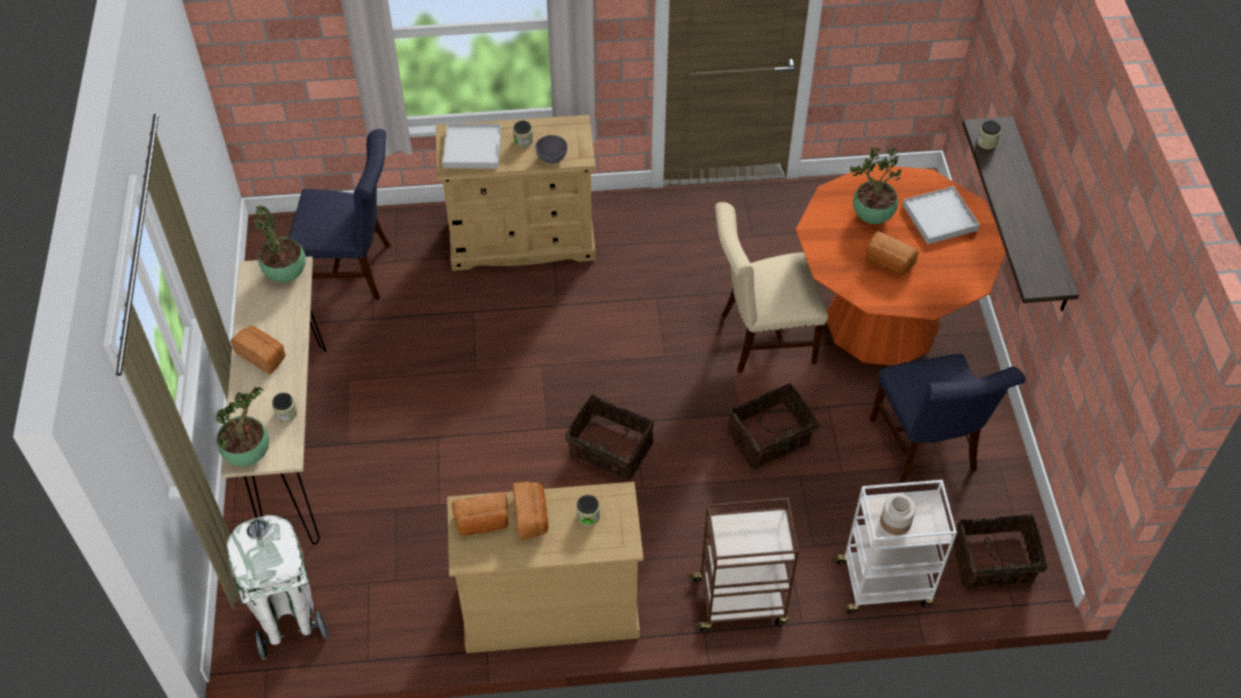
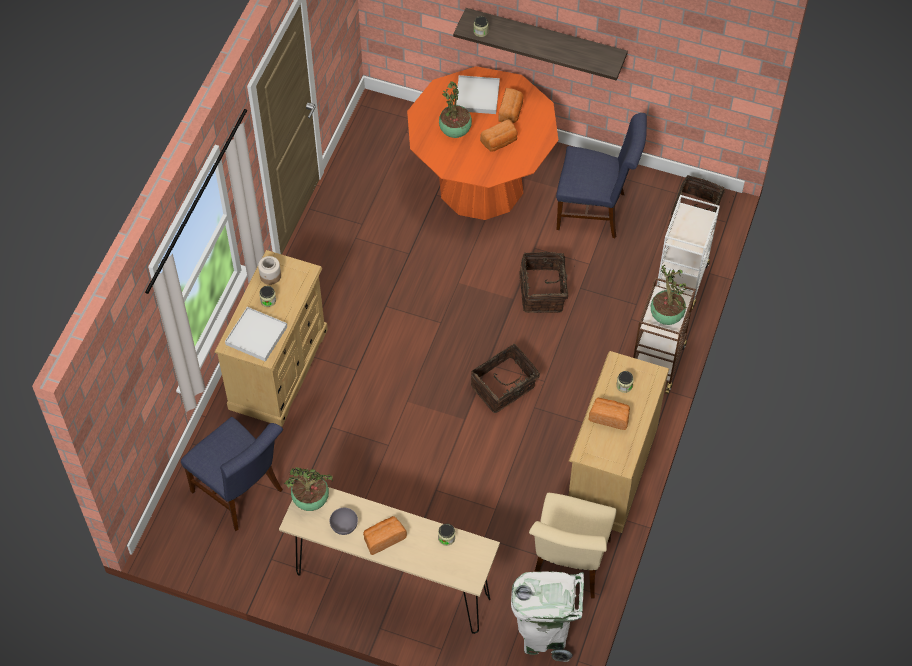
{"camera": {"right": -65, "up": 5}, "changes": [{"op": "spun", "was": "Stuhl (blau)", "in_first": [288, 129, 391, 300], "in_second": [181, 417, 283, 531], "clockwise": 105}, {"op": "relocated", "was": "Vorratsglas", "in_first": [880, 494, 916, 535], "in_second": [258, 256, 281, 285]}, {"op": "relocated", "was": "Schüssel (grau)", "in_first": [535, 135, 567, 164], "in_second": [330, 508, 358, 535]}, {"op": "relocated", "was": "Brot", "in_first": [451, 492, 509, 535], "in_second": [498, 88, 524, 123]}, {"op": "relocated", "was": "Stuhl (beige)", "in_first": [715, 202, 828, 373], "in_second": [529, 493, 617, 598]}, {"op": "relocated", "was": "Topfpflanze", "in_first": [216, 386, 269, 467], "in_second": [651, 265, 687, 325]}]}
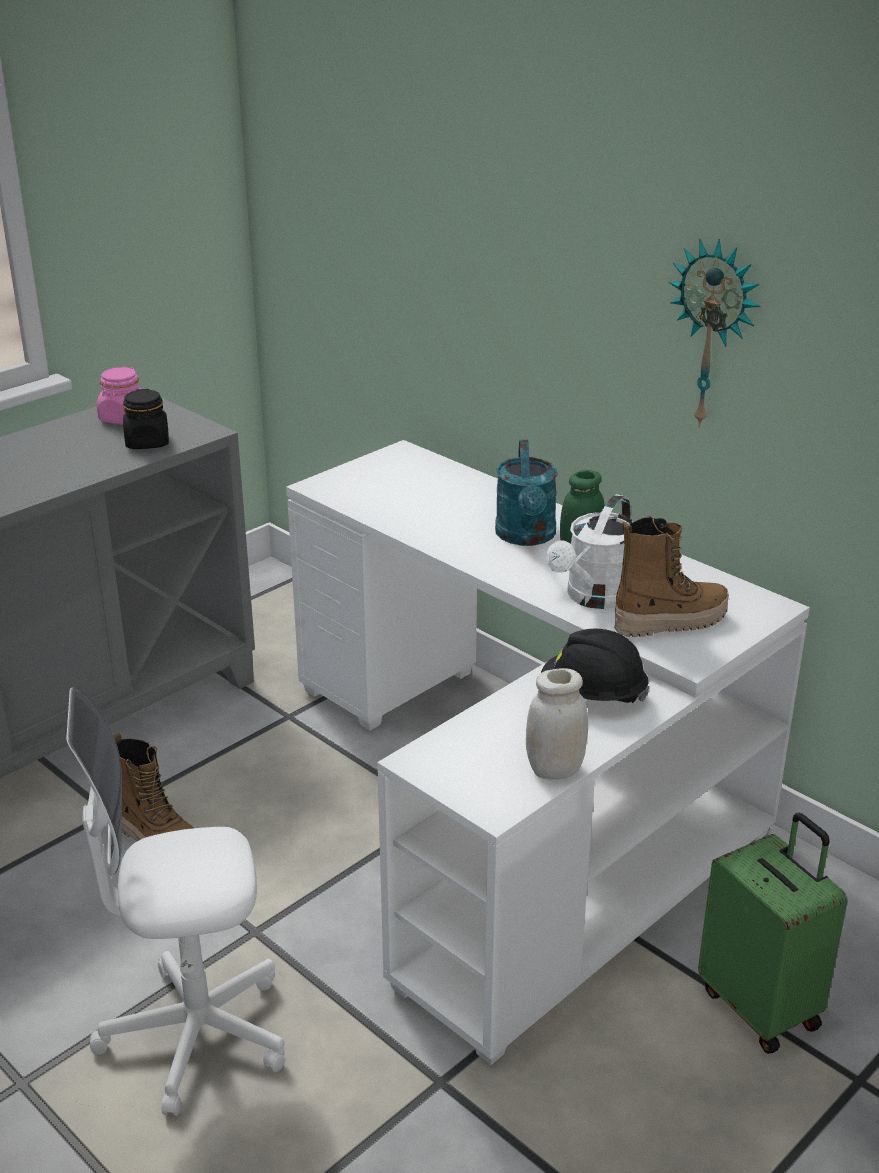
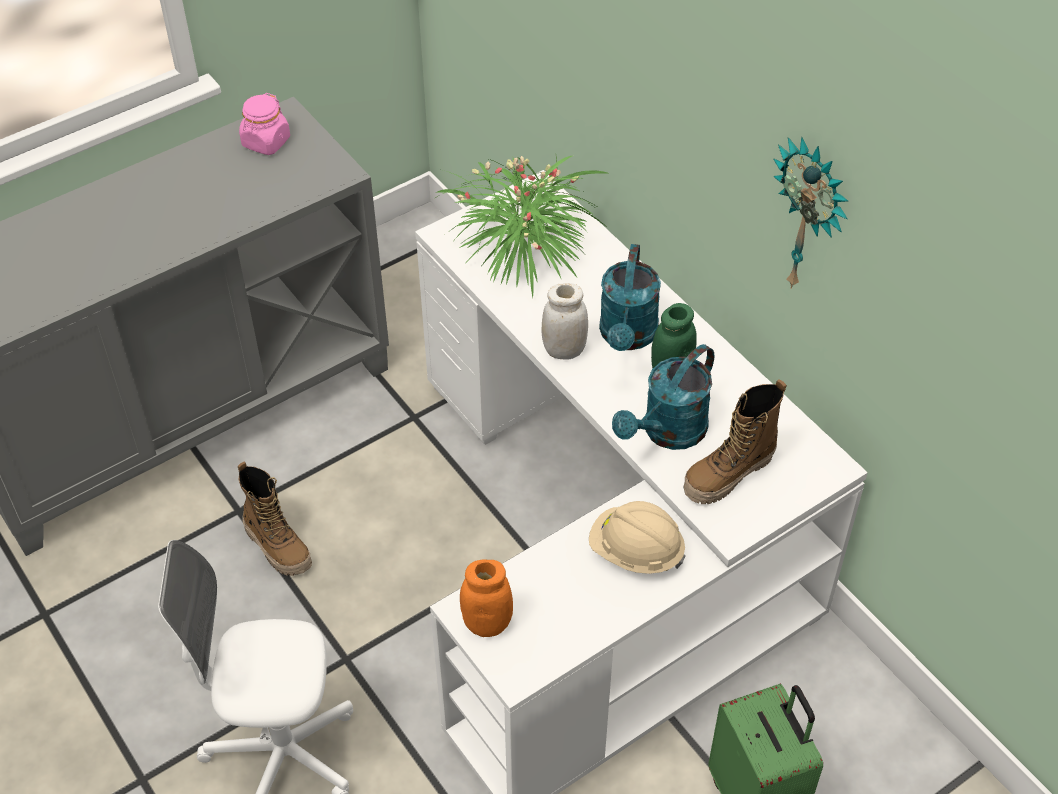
{"camera": {"right": 10, "up": 20}, "changes": [{"op": "appeared", "now": "Topfpflanze", "in_second": [435, 156, 607, 298]}, {"op": "appeared", "now": "Vorratsglas (orange)", "in_second": [460, 560, 513, 637]}, {"op": "relocated", "was": "Vorratsglas (weiß)", "in_first": [526, 668, 588, 779], "in_second": [542, 283, 588, 360]}, {"op": "colour", "was": "Schutzhelm (schwarz)", "now": "Schutzhelm (beige)", "in_first": [541, 629, 649, 703], "in_second": [589, 501, 686, 574]}, {"op": "colour", "was": "Gießkanne (weiß)", "now": "Gießkanne (türkis)", "in_first": [546, 494, 634, 609], "in_second": [612, 344, 714, 450]}, {"op": "spun", "was": "Stiefel", "in_first": [614, 516, 729, 637], "in_second": [684, 379, 787, 504], "clockwise": 150}, {"op": "missing", "was": "Vorratsglas (schwarz)", "in_first": [123, 389, 169, 449]}]}
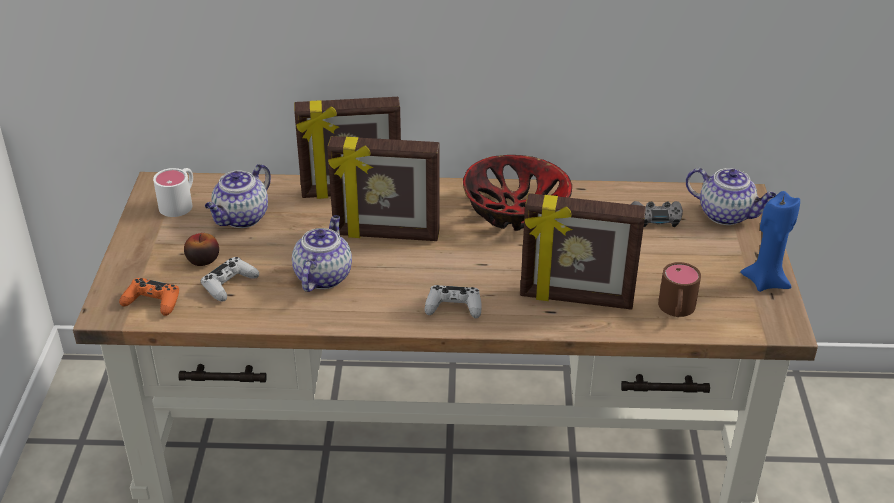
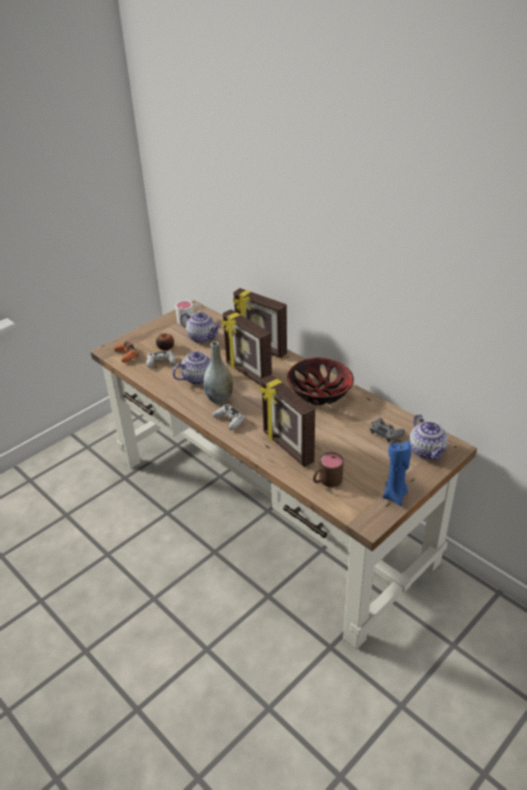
{"camera": {"right": 45, "up": 0}, "changes": [{"op": "spun", "was": "Teekanne", "in_first": [205, 164, 271, 228], "in_second": [180, 312, 221, 343], "clockwise": -135}, {"op": "appeared", "now": "Vase (grau)", "in_second": [203, 341, 233, 404]}]}
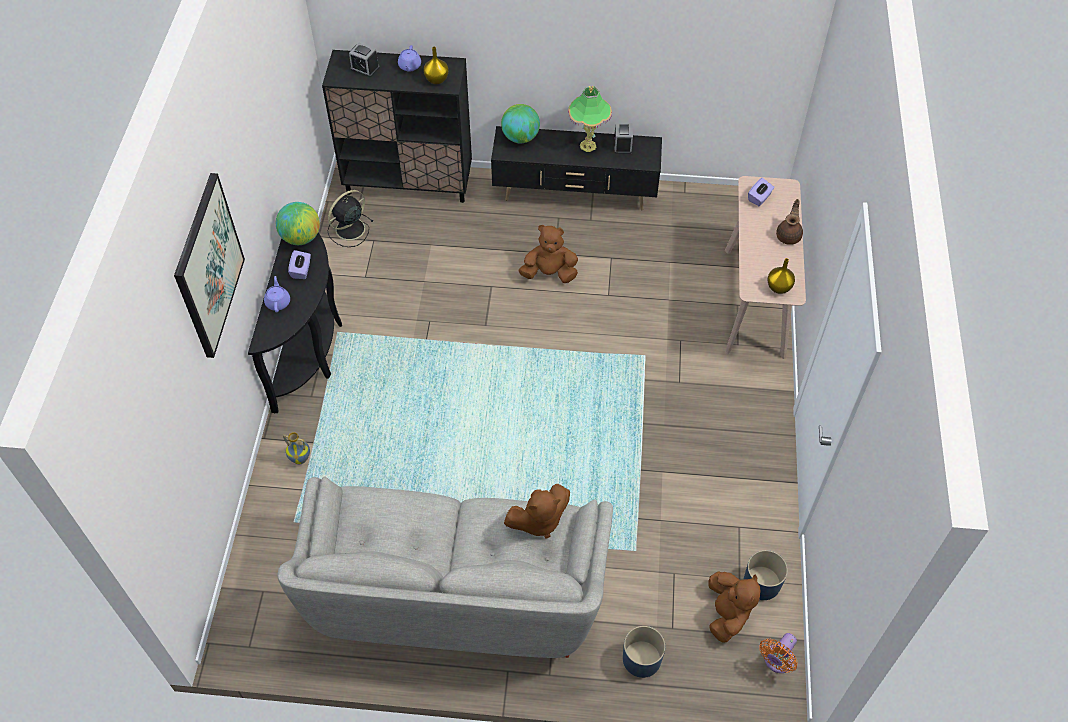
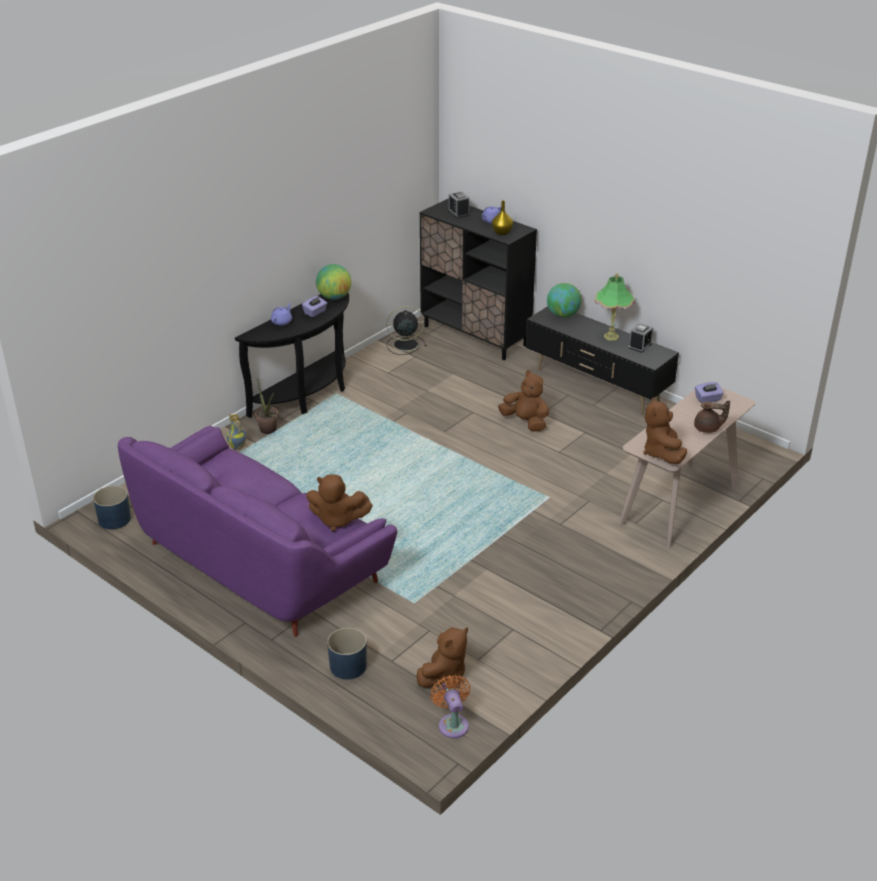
{"camera": {"right": 35, "up": -20}, "changes": [{"op": "relocated", "was": "Pflanzkübel (blau)", "in_first": [744, 550, 788, 600], "in_second": [93, 486, 131, 529]}, {"op": "colour", "was": "Sofa (grau)", "now": "Sofa (lila)", "in_first": [277, 477, 613, 658], "in_second": [118, 426, 397, 637]}, {"op": "appeared", "now": "Topfpflanze", "in_second": [255, 377, 279, 434]}, {"op": "spun", "was": "Ventilator (orange)", "in_first": [759, 633, 798, 673], "in_second": [430, 675, 470, 738], "clockwise": 90}, {"op": "exchanged", "was": "Vase (gelb)", "now": "Plüschtier (braun)", "in_first": [767, 258, 795, 294], "in_second": [643, 397, 687, 464]}, {"op": "spun", "was": "Teekanne (braun)", "in_first": [776, 199, 803, 245], "in_second": [694, 401, 730, 433], "clockwise": 45}, {"op": "missing", "was": "Bild", "in_first": [174, 173, 245, 358]}]}
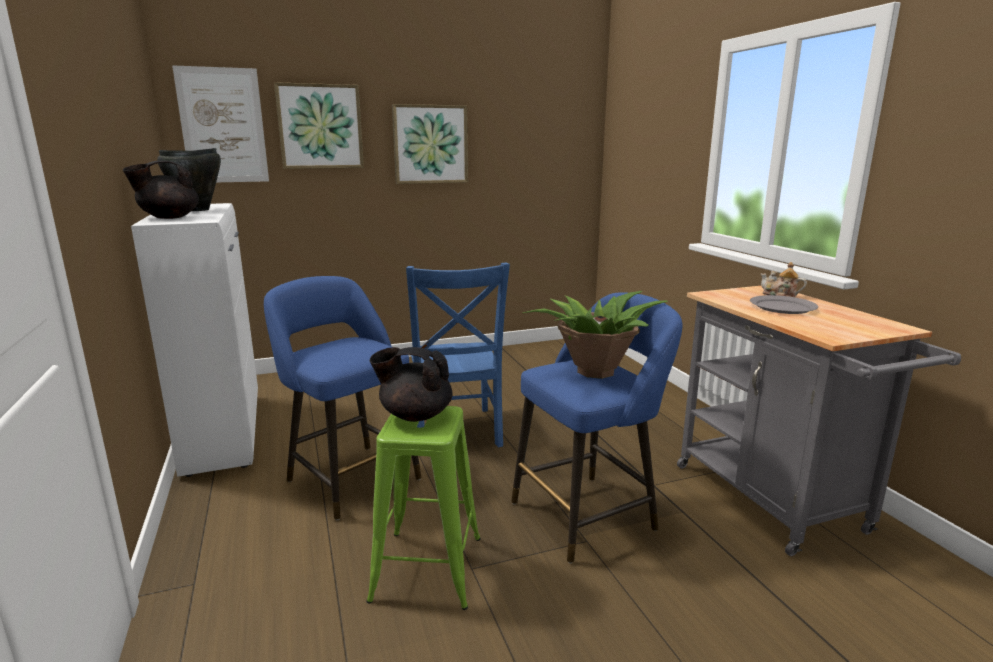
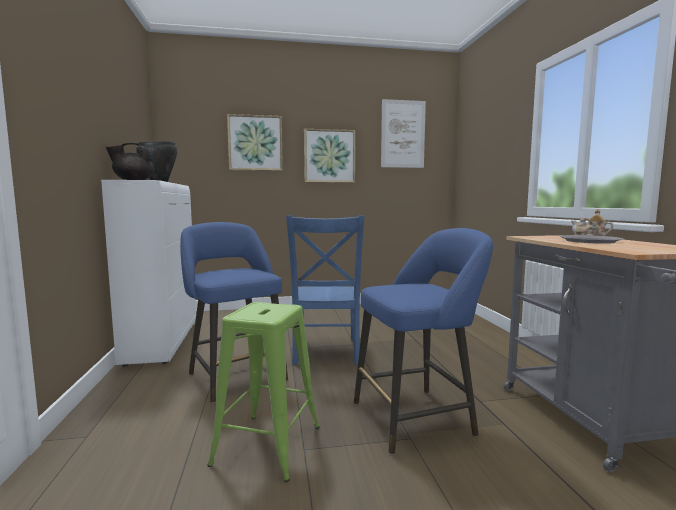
{"camera": {"right": 10, "up": -10}, "changes": [{"op": "relocated", "was": "Bild", "in_first": [172, 65, 269, 182], "in_second": [381, 99, 426, 168]}, {"op": "missing", "was": "Teekanne (schwarz)", "in_first": [370, 347, 453, 422]}, {"op": "missing", "was": "Topfpflanze", "in_first": [523, 291, 668, 379]}]}
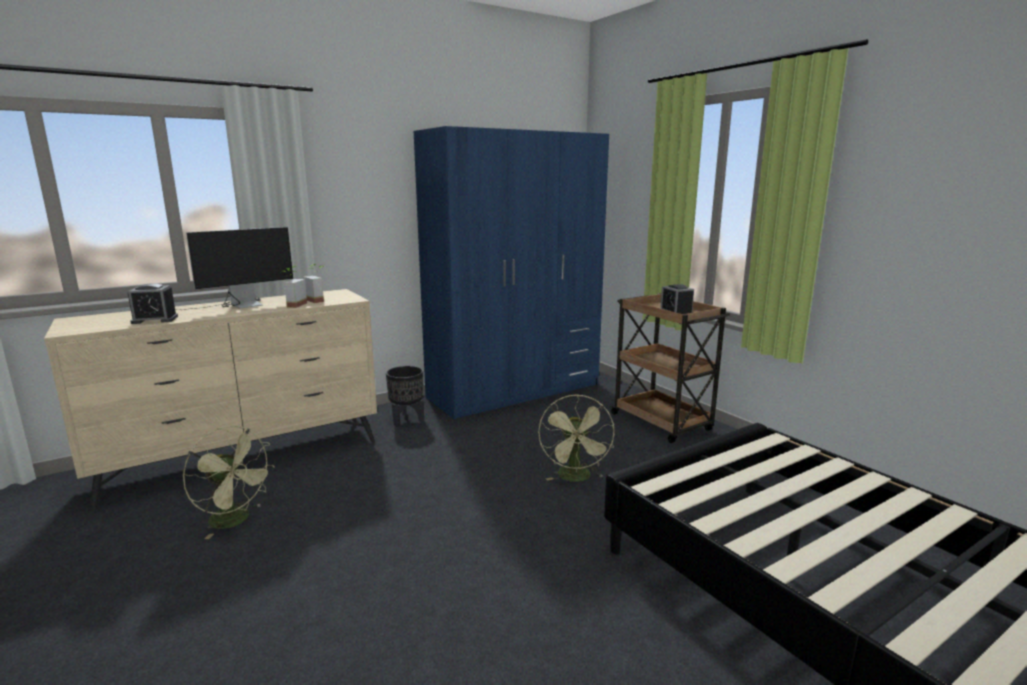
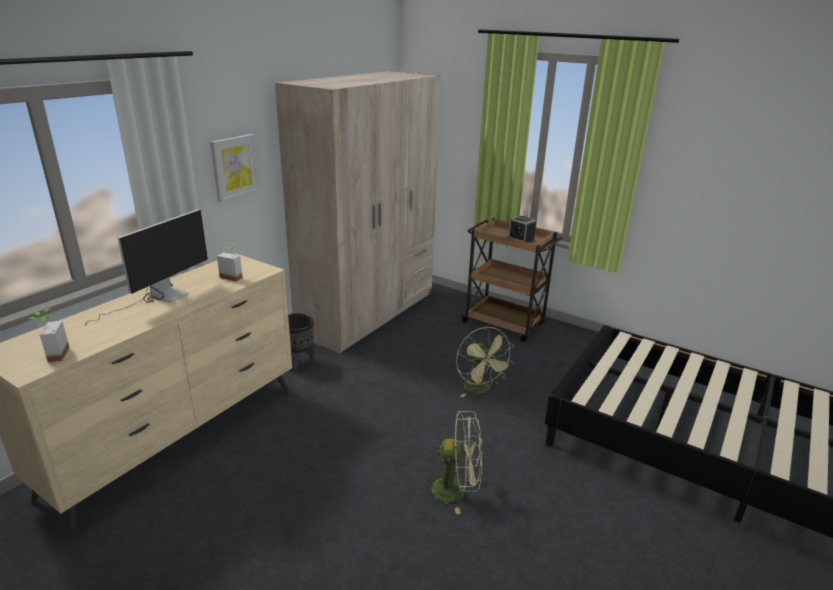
{"camera": {"right": -25, "up": 10}, "changes": [{"op": "relocated", "was": "Topfpflanze", "in_first": [283, 266, 307, 308], "in_second": [28, 308, 70, 362]}, {"op": "appeared", "now": "Bild", "in_second": [210, 134, 260, 202]}, {"op": "colour", "was": "Kleiderschrank (blau)", "now": "Kleiderschrank (beige)", "in_first": [414, 126, 609, 419], "in_second": [275, 71, 441, 354]}, {"op": "relocated", "was": "Ventilator (grün)", "in_first": [183, 426, 275, 539], "in_second": [422, 411, 483, 514]}, {"op": "missing", "was": "Wecker", "in_first": [128, 283, 178, 324]}]}
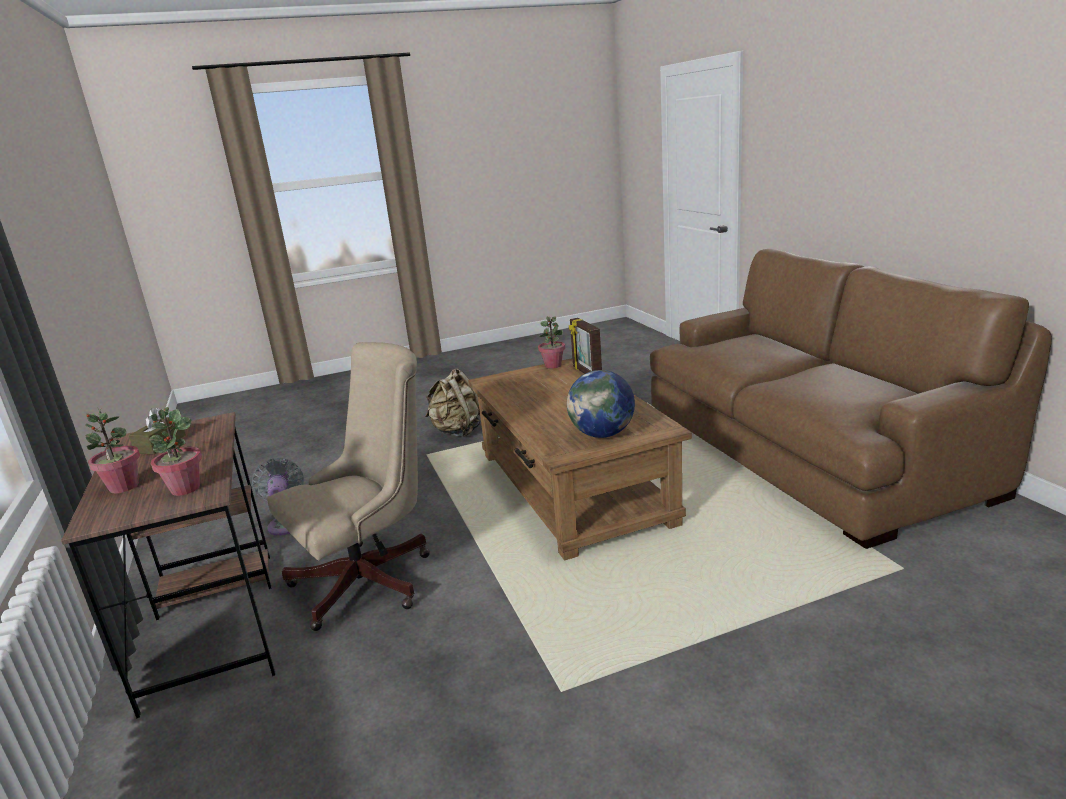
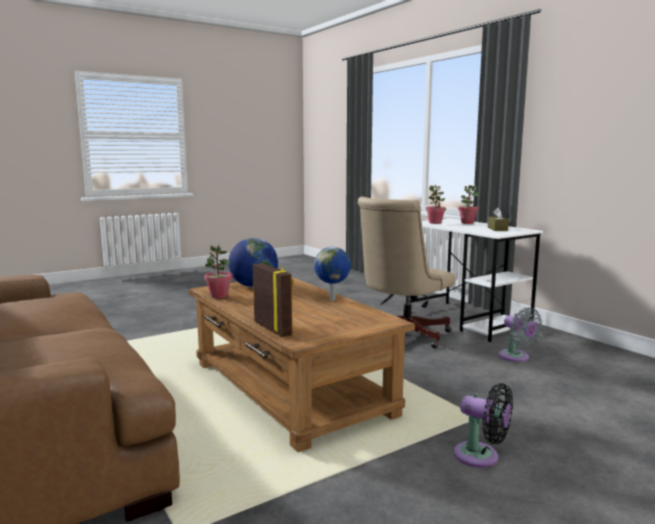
{"camera": {"right": 165, "up": -10}, "changes": [{"op": "relocated", "was": "Topfpflanze", "in_first": [538, 316, 565, 369], "in_second": [204, 244, 233, 298]}, {"op": "appeared", "now": "Globus", "in_second": [314, 247, 351, 301]}, {"op": "colour", "was": "Schreibtisch (braun)", "now": "Schreibtisch (weiß)", "in_first": [61, 412, 275, 719], "in_second": [410, 218, 543, 342]}, {"op": "exchanged", "was": "Rucksack (beige)", "now": "Ventilator (schwarz)", "in_first": [425, 369, 480, 437], "in_second": [454, 383, 513, 468]}]}
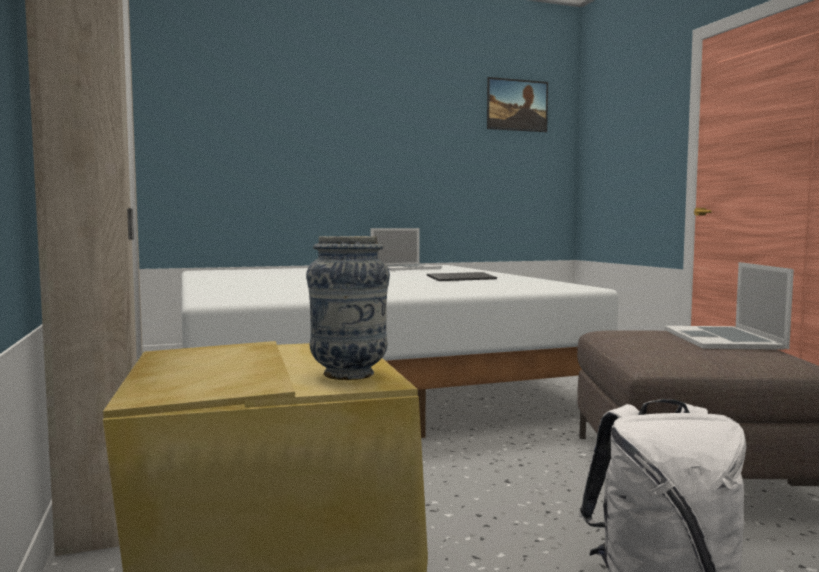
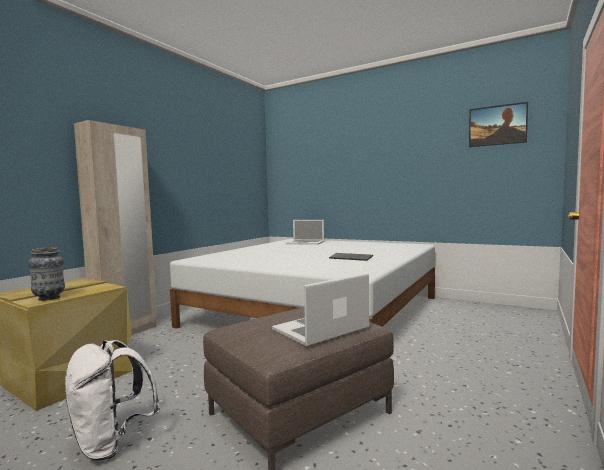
{"camera": {"right": 50, "up": 0}, "changes": [{"op": "relocated", "was": "Laptop", "in_first": [370, 228, 442, 271], "in_second": [286, 220, 324, 245]}]}
